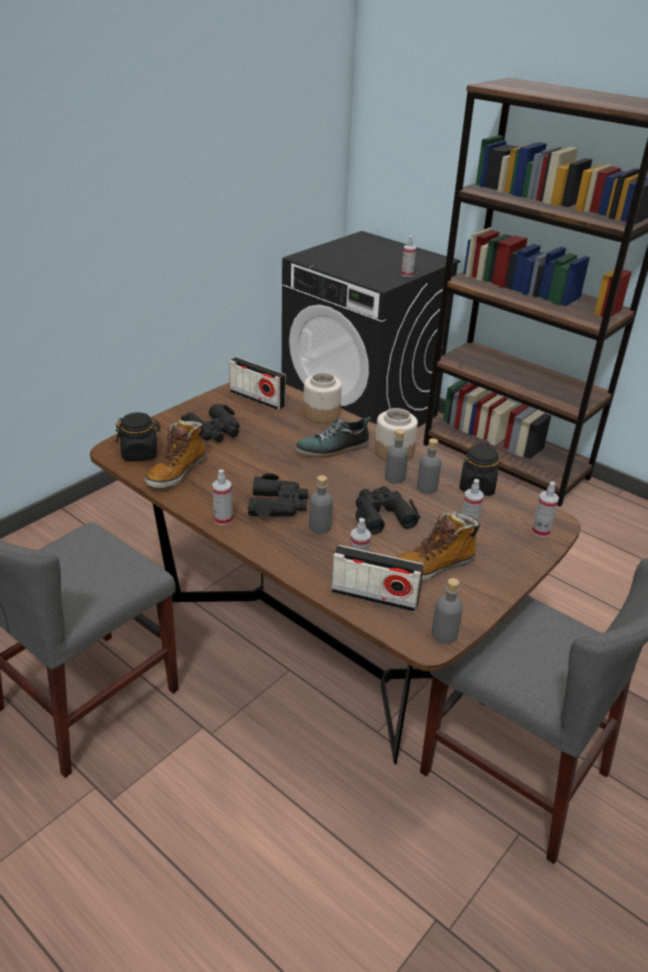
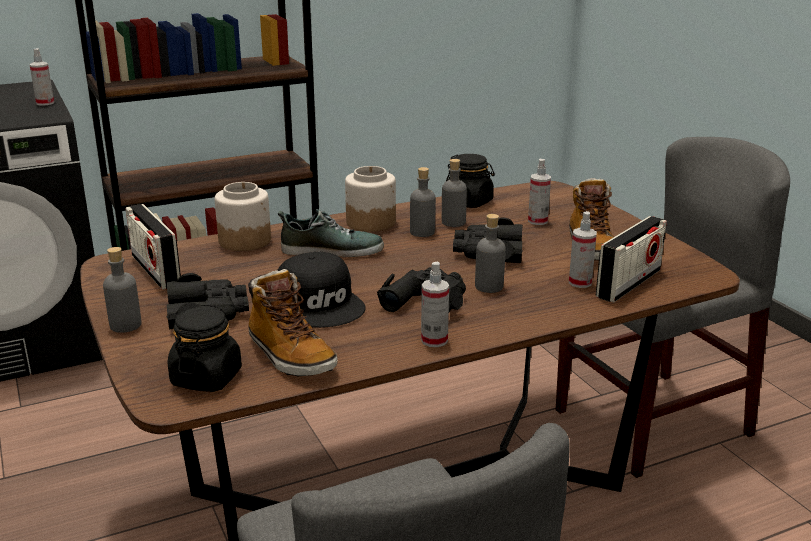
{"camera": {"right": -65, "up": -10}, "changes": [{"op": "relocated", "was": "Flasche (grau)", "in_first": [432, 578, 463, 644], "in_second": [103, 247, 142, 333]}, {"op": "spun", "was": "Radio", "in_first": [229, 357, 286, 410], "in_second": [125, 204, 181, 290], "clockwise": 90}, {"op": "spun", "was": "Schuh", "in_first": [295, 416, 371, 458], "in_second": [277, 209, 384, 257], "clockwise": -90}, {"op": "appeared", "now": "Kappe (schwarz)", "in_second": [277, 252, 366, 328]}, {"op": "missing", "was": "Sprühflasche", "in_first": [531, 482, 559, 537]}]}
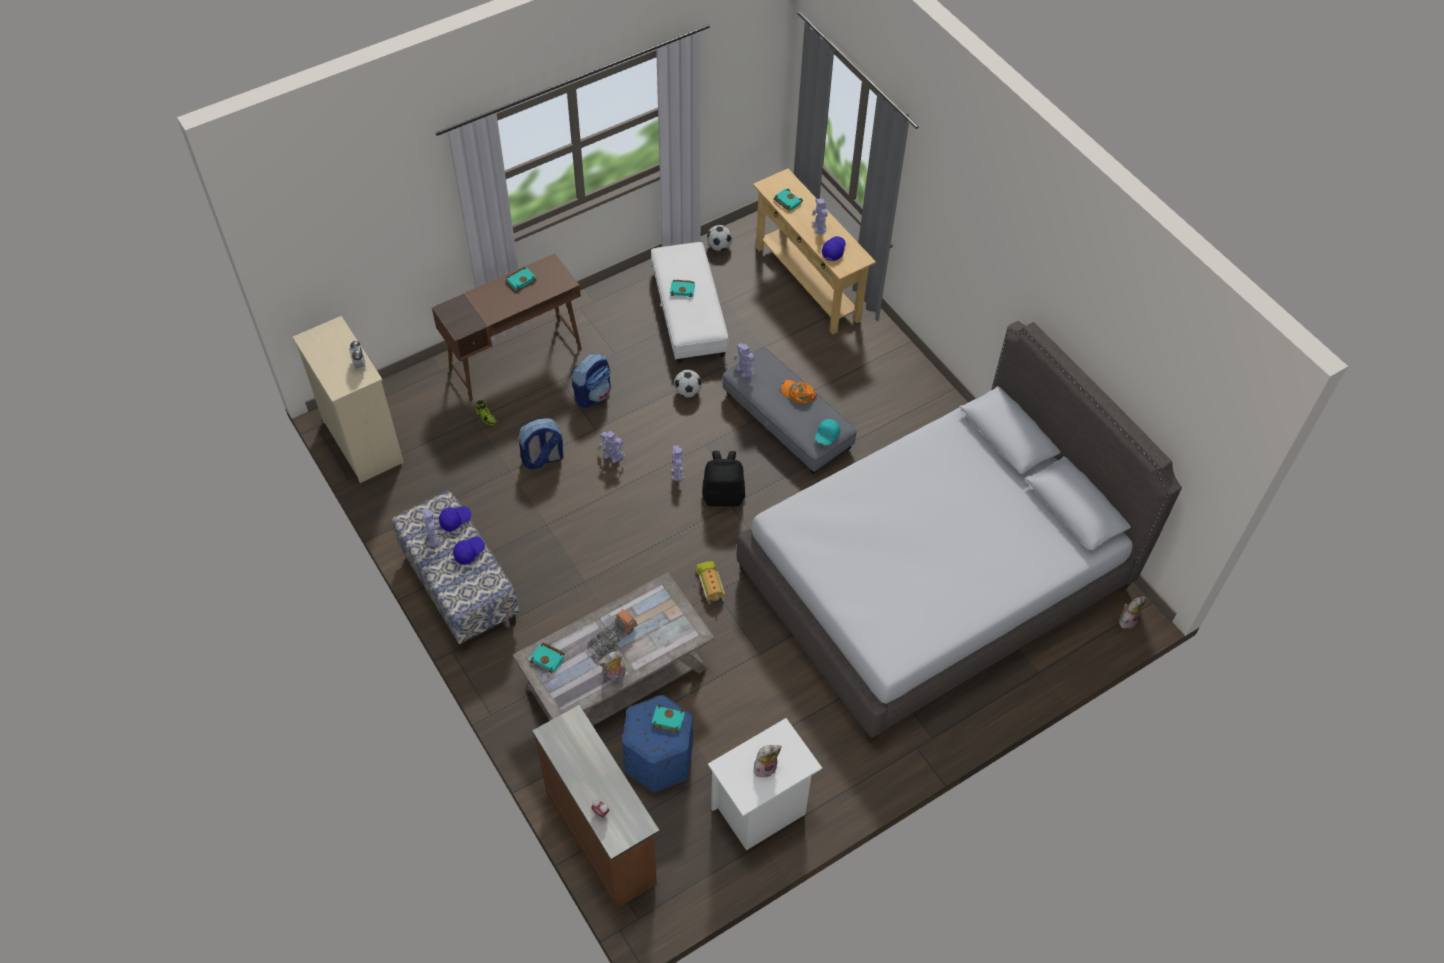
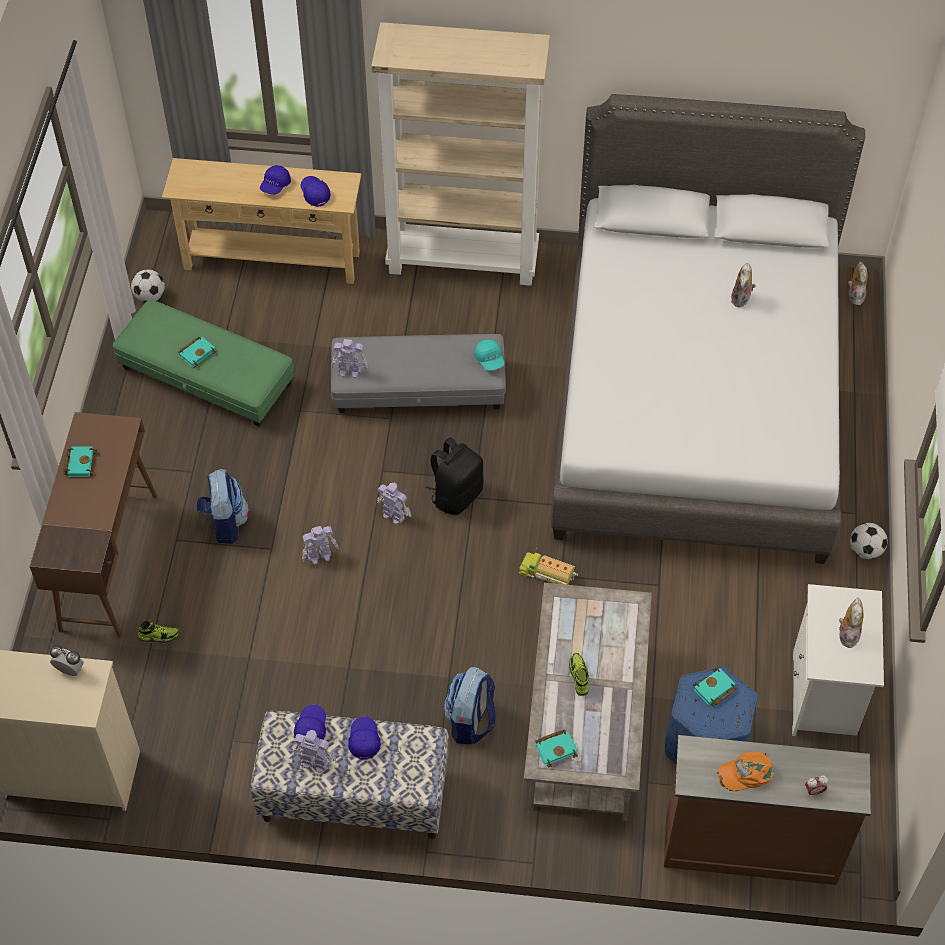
{"camera": {"right": -50, "up": 0}, "changes": [{"op": "colour", "was": "Polsterhocker (weiß)", "now": "Polsterhocker (grün)", "in_first": [651, 242, 728, 363], "in_second": [113, 300, 294, 426]}, {"op": "exchanged", "was": "Spielzeugroboter", "now": "Kappe (blau)", "in_first": [812, 198, 828, 235], "in_second": [260, 165, 291, 195]}, {"op": "appeared", "now": "Bücherregal (beige)", "in_second": [371, 22, 550, 286]}, {"op": "relocated", "was": "Rucksack", "in_first": [518, 418, 563, 469], "in_second": [444, 667, 496, 744]}, {"op": "exchanged", "was": "Spielzeuglaster", "now": "Schuh", "in_first": [587, 609, 638, 657], "in_second": [569, 653, 589, 696]}, {"op": "relocated", "was": "Kappe (orange)", "in_first": [781, 380, 818, 404], "in_second": [717, 752, 774, 791]}, {"op": "relocated", "was": "Plüschtier", "in_first": [598, 651, 625, 682], "in_second": [731, 263, 756, 307]}, {"op": "relocated", "was": "Fußball", "in_first": [674, 370, 702, 397], "in_second": [850, 523, 888, 559]}, {"op": "missing", "was": "Buch (türkis)", "in_first": [774, 189, 803, 211]}]}
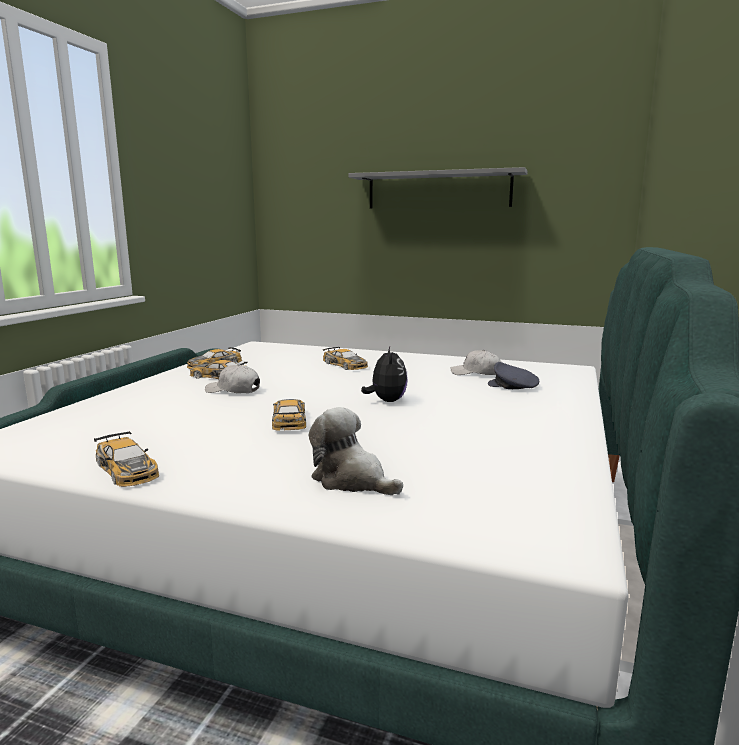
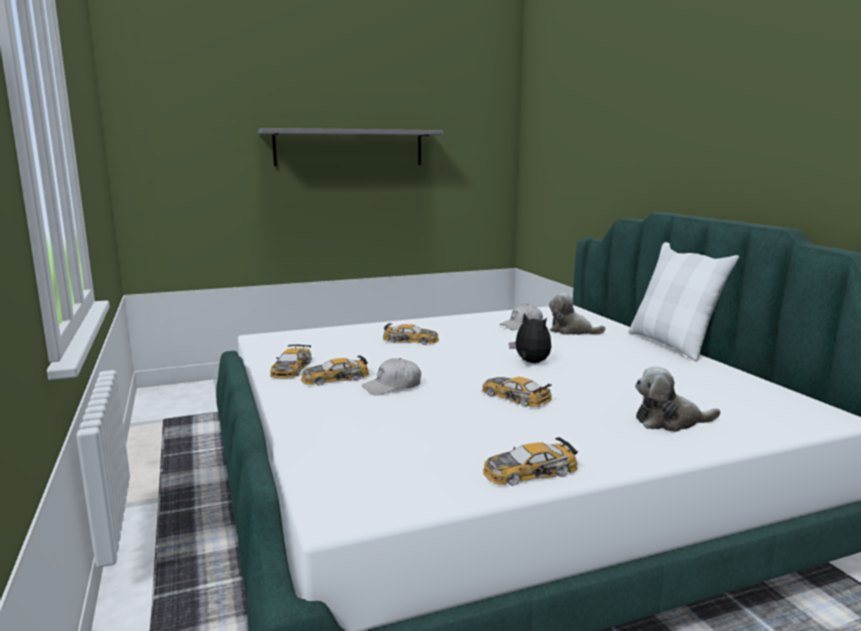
{"camera": {"right": -40, "up": 0}, "changes": [{"op": "spun", "was": "Spielzeugauto", "in_first": [94, 431, 159, 487], "in_second": [483, 437, 578, 486], "clockwise": 150}, {"op": "exchanged", "was": "Kappe (grau)", "now": "Plüschtier", "in_first": [488, 362, 539, 389], "in_second": [549, 293, 605, 335]}, {"op": "appeared", "now": "Kissen (weiß)", "in_second": [628, 242, 739, 361]}]}
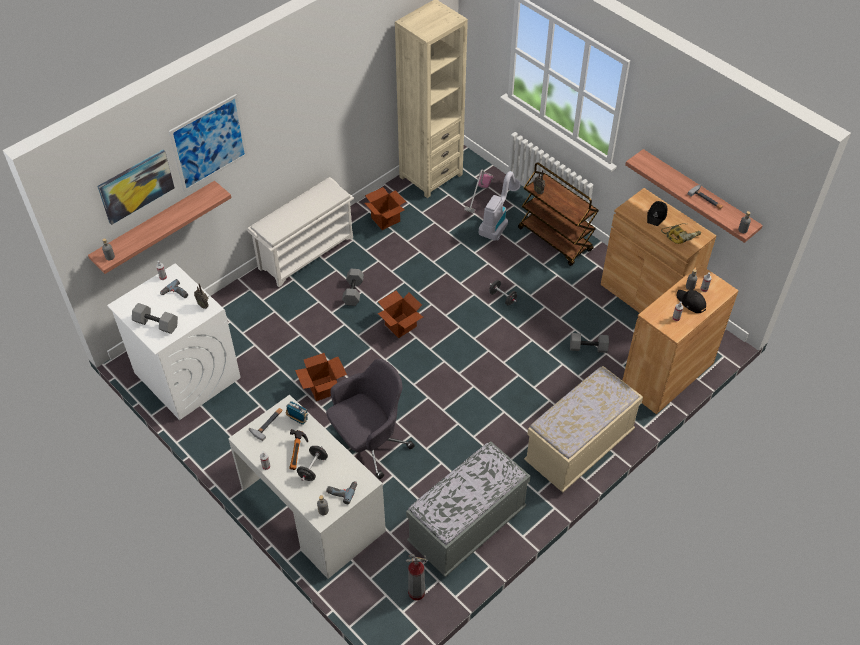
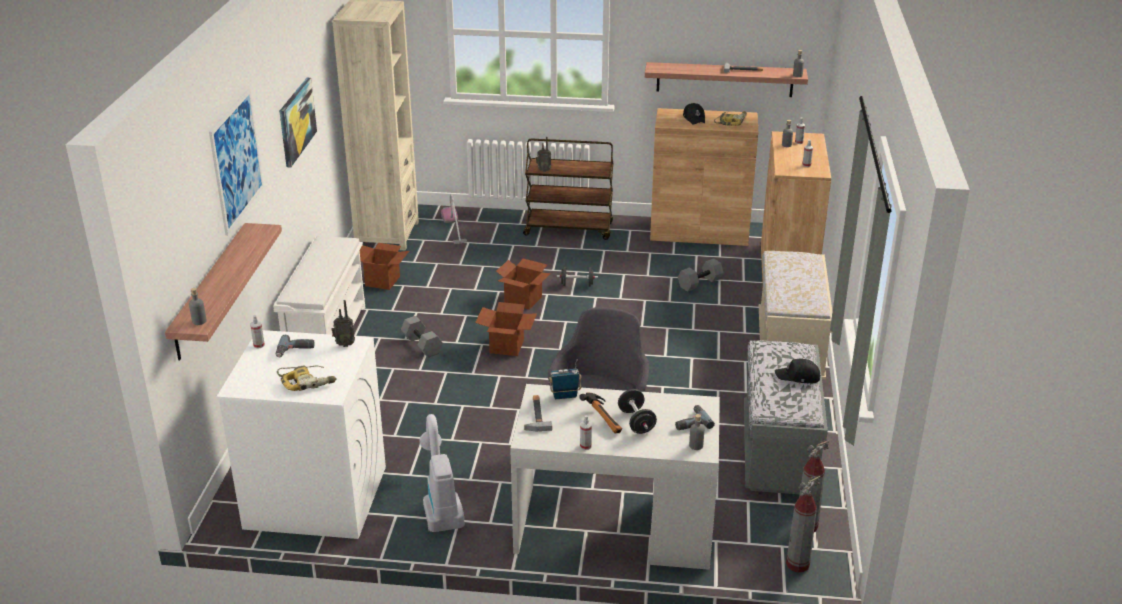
{"camera": {"right": -40, "up": -20}, "changes": [{"op": "exchanged", "was": "Hantel (grau)", "now": "Bohrmaschine", "in_first": [132, 303, 178, 334], "in_second": [277, 365, 337, 391]}, {"op": "relocated", "was": "Bild", "in_first": [97, 150, 175, 225], "in_second": [279, 78, 317, 168]}, {"op": "relocated", "was": "Staubsauger", "in_first": [479, 171, 521, 241], "in_second": [420, 414, 465, 532]}, {"op": "relocated", "was": "Karton", "in_first": [295, 353, 347, 401], "in_second": [496, 259, 551, 309]}, {"op": "relocated", "was": "Kappe (schwarz)", "in_first": [677, 290, 706, 313], "in_second": [775, 358, 821, 383]}, {"op": "appeared", "now": "Feuerlöscher", "in_second": [786, 476, 820, 573]}]}
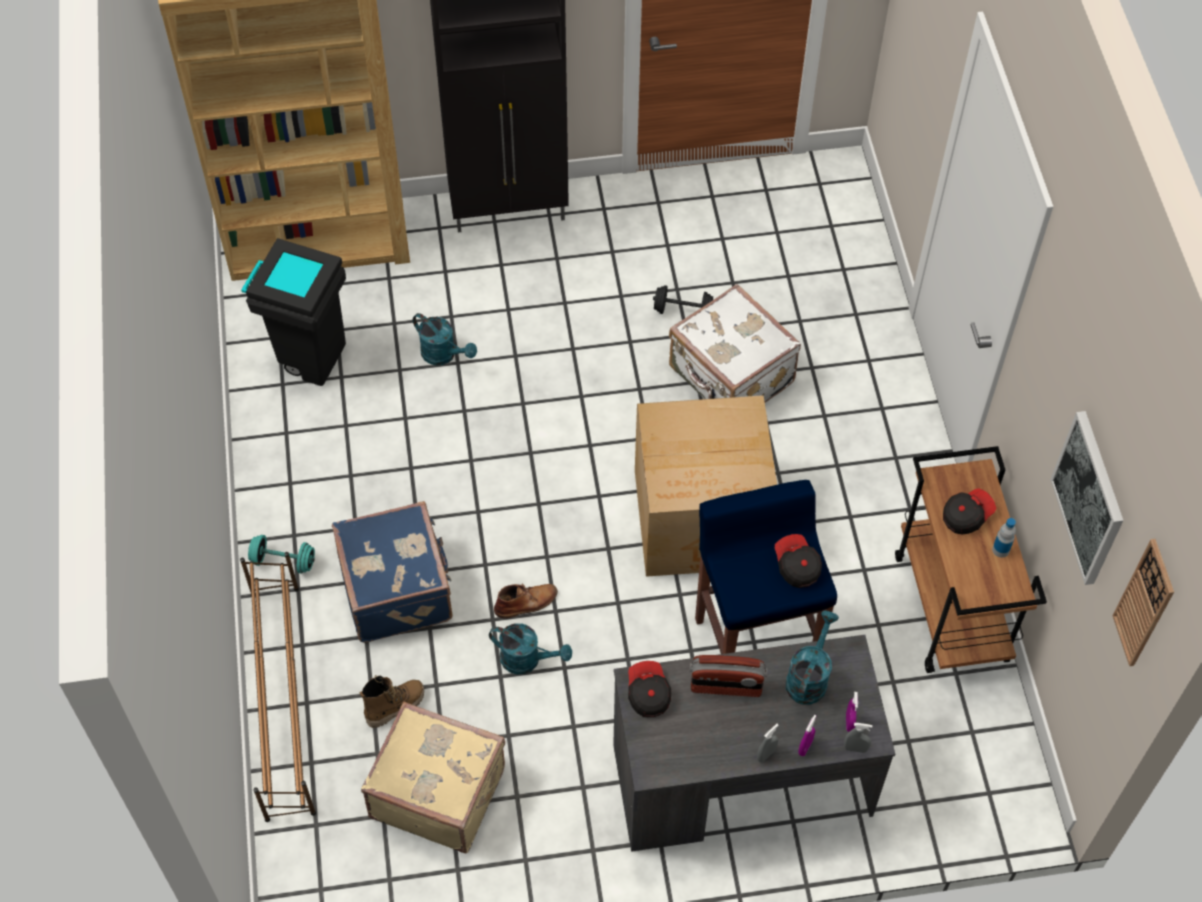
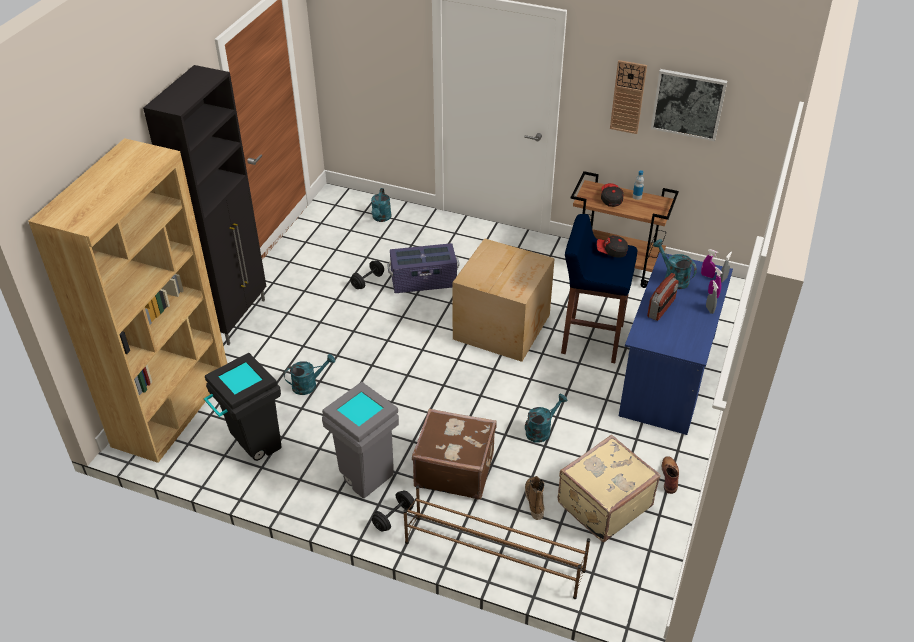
{"camera": {"right": -60, "up": -15}, "changes": [{"op": "appeared", "now": "Mülleimer (grau)", "in_second": [322, 382, 399, 498]}, {"op": "appeared", "now": "Gießkanne (türkis)", "in_second": [371, 188, 392, 222]}, {"op": "colour", "was": "Hantel (türkis)", "now": "Hantel (schwarz)", "in_first": [248, 535, 315, 573], "in_second": [372, 490, 415, 532]}, {"op": "exchanged", "was": "Koffer (weiß)", "now": "Aufbewahrungsbox (lila)", "in_first": [669, 284, 801, 403], "in_second": [387, 243, 459, 293]}, {"op": "colour", "was": "Koffer (blau)", "now": "Koffer (braun)", "in_first": [332, 501, 453, 643], "in_second": [412, 408, 497, 499]}, {"op": "relocated", "was": "Wanduhr", "in_first": [1112, 539, 1174, 666], "in_second": [610, 60, 647, 134]}, {"op": "colour", "was": "Schreibtisch (grau)", "now": "Schreibtisch (blau)", "in_first": [613, 635, 895, 852], "in_second": [619, 252, 733, 435]}, {"op": "relocated", "was": "Stiefel (braun)", "in_first": [494, 583, 558, 618], "in_second": [662, 456, 679, 494]}, {"op": "missing", "was": "Kappe", "in_first": [628, 661, 671, 717]}]}
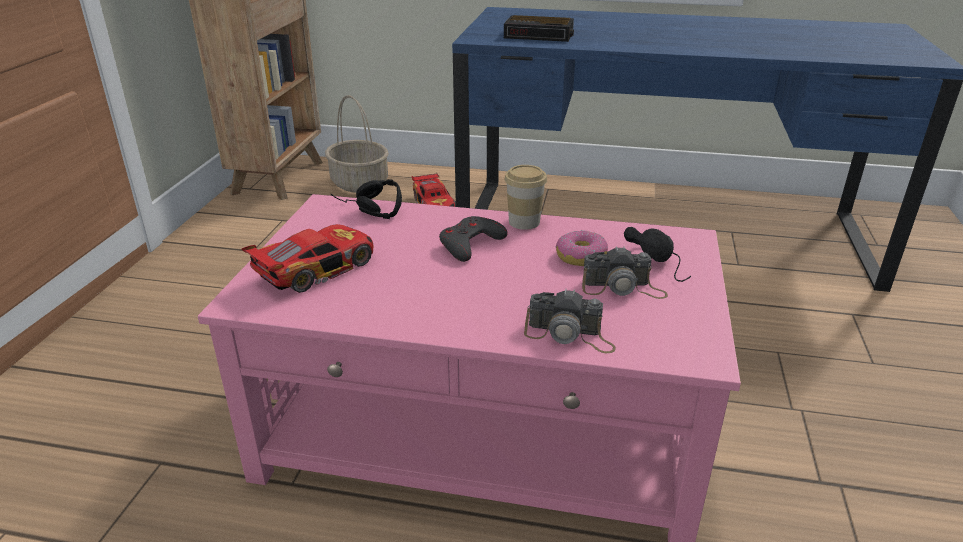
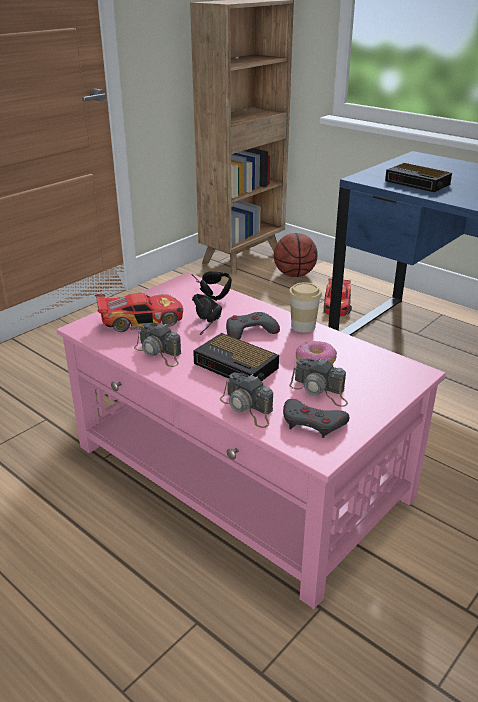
{"camera": {"right": 30, "up": 0}, "changes": [{"op": "appeared", "now": "Kamera", "in_second": [134, 323, 181, 367]}, {"op": "relocated", "was": "Kopfhörer (schwarz)", "in_first": [624, 227, 691, 282], "in_second": [192, 294, 222, 335]}, {"op": "appeared", "now": "Wecker", "in_second": [193, 333, 279, 382]}, {"op": "exchanged", "was": "Korb", "now": "Basketball", "in_first": [325, 95, 389, 193], "in_second": [274, 233, 318, 277]}, {"op": "appeared", "now": "Gamepad (grau)", "in_second": [283, 399, 349, 438]}]}
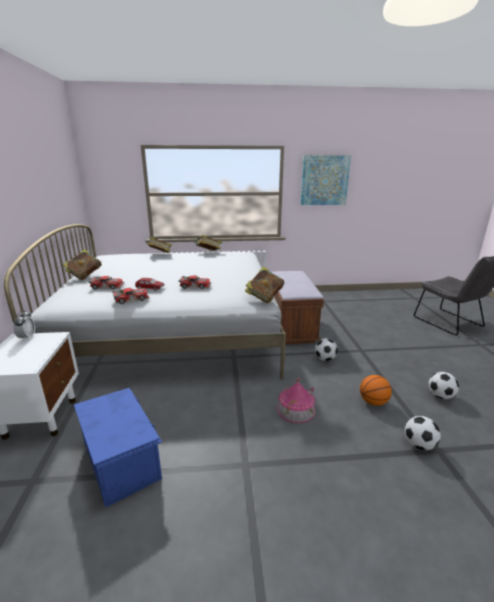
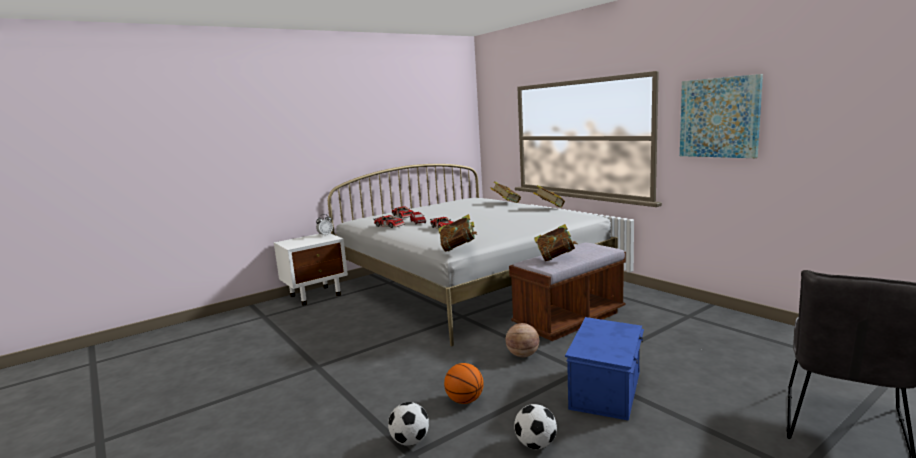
{"camera": {"right": 60, "up": -10}, "changes": [{"op": "exchanged", "was": "Fußball", "now": "Basketball", "in_first": [315, 338, 338, 361], "in_second": [506, 323, 539, 357]}, {"op": "relocated", "was": "Buch", "in_first": [63, 249, 102, 280], "in_second": [534, 224, 577, 261]}, {"op": "relocated", "was": "Aufbewahrungsbox (blau)", "in_first": [74, 388, 162, 507], "in_second": [565, 317, 644, 421]}, {"op": "missing", "was": "Spielzeughaus", "in_first": [277, 378, 315, 423]}]}
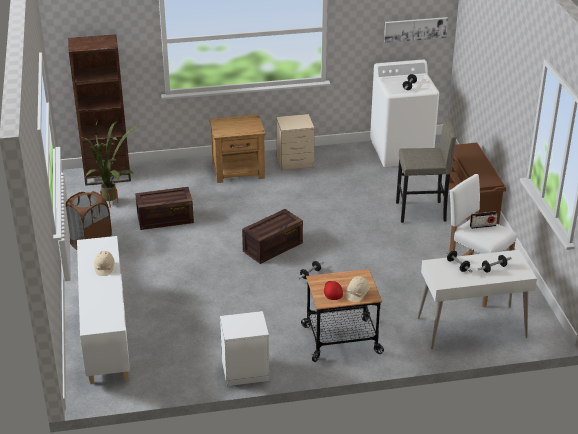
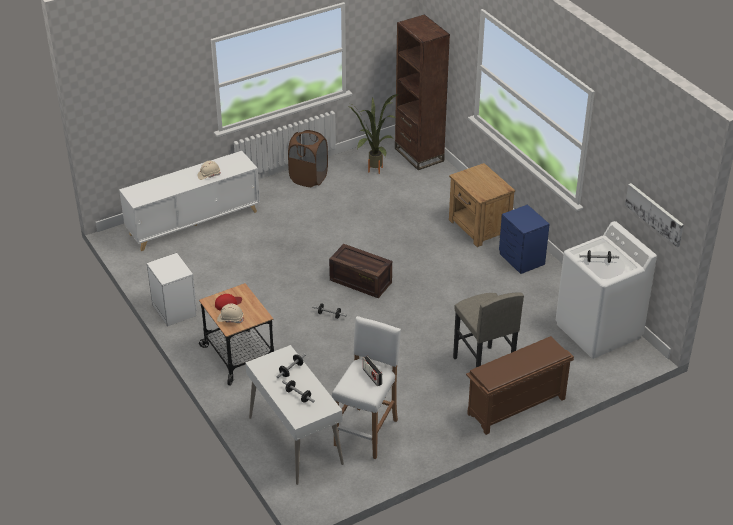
{"camera": {"right": 70, "up": 5}, "changes": [{"op": "colour", "was": "Nachttisch (beige)", "now": "Nachttisch (blau)", "in_first": [276, 114, 314, 170], "in_second": [499, 204, 550, 274]}, {"op": "missing", "was": "Kiste", "in_first": [135, 187, 194, 230]}]}
